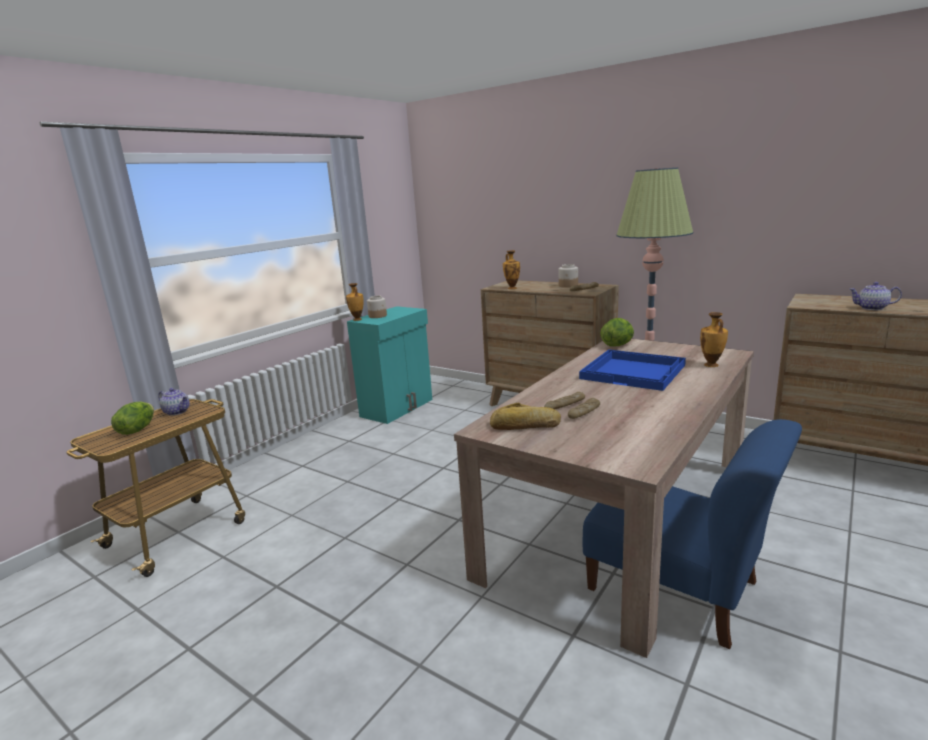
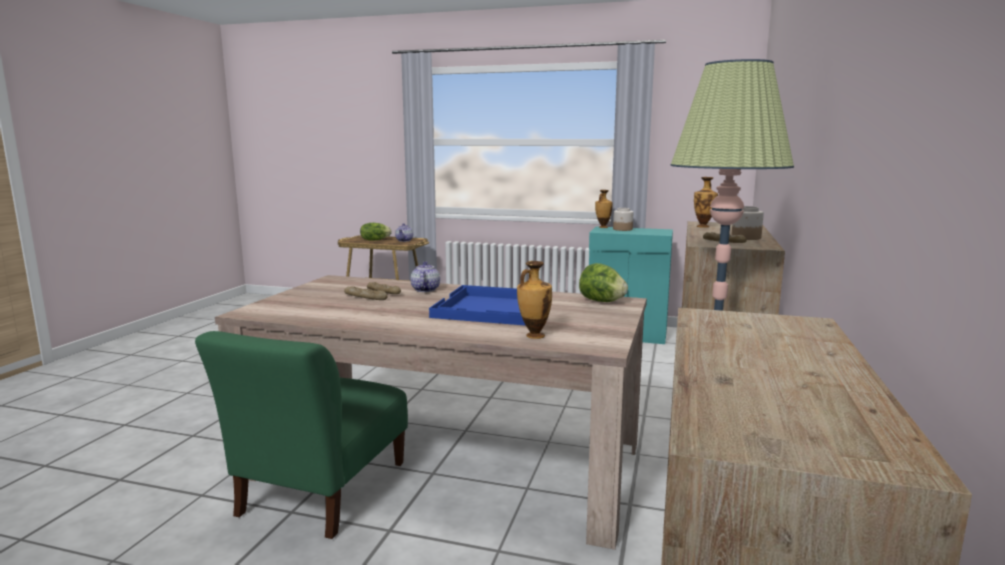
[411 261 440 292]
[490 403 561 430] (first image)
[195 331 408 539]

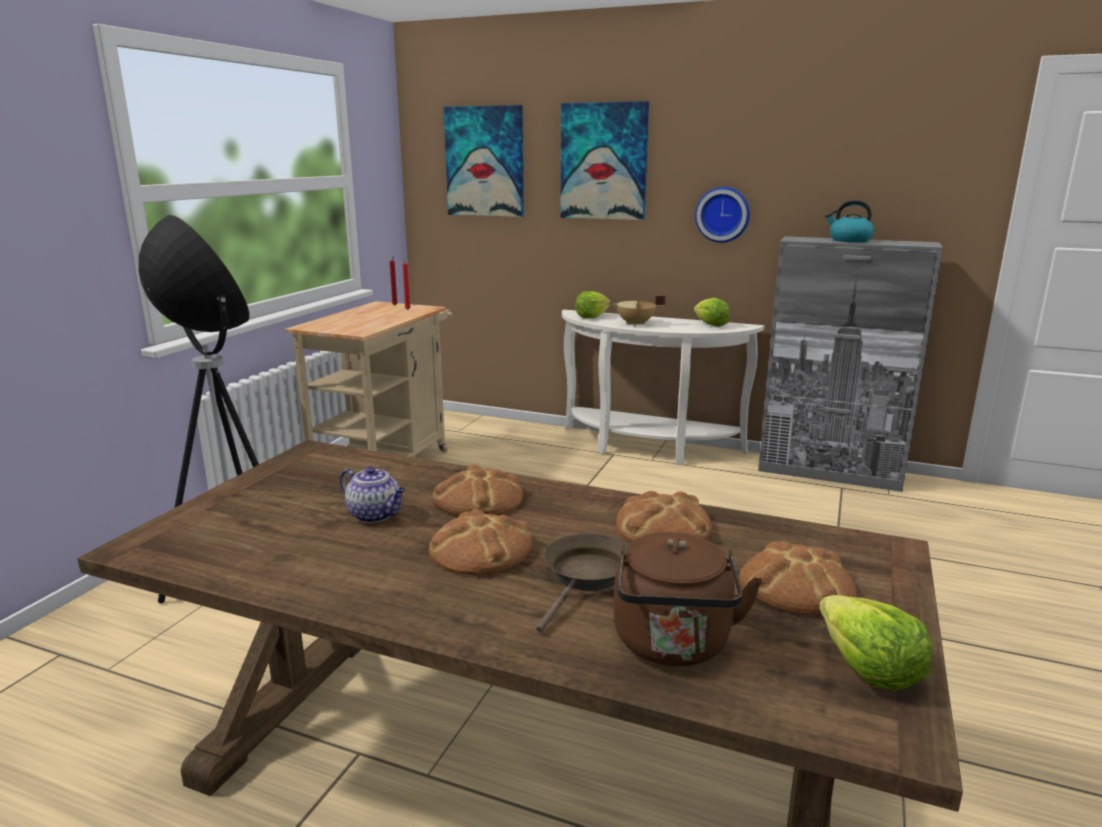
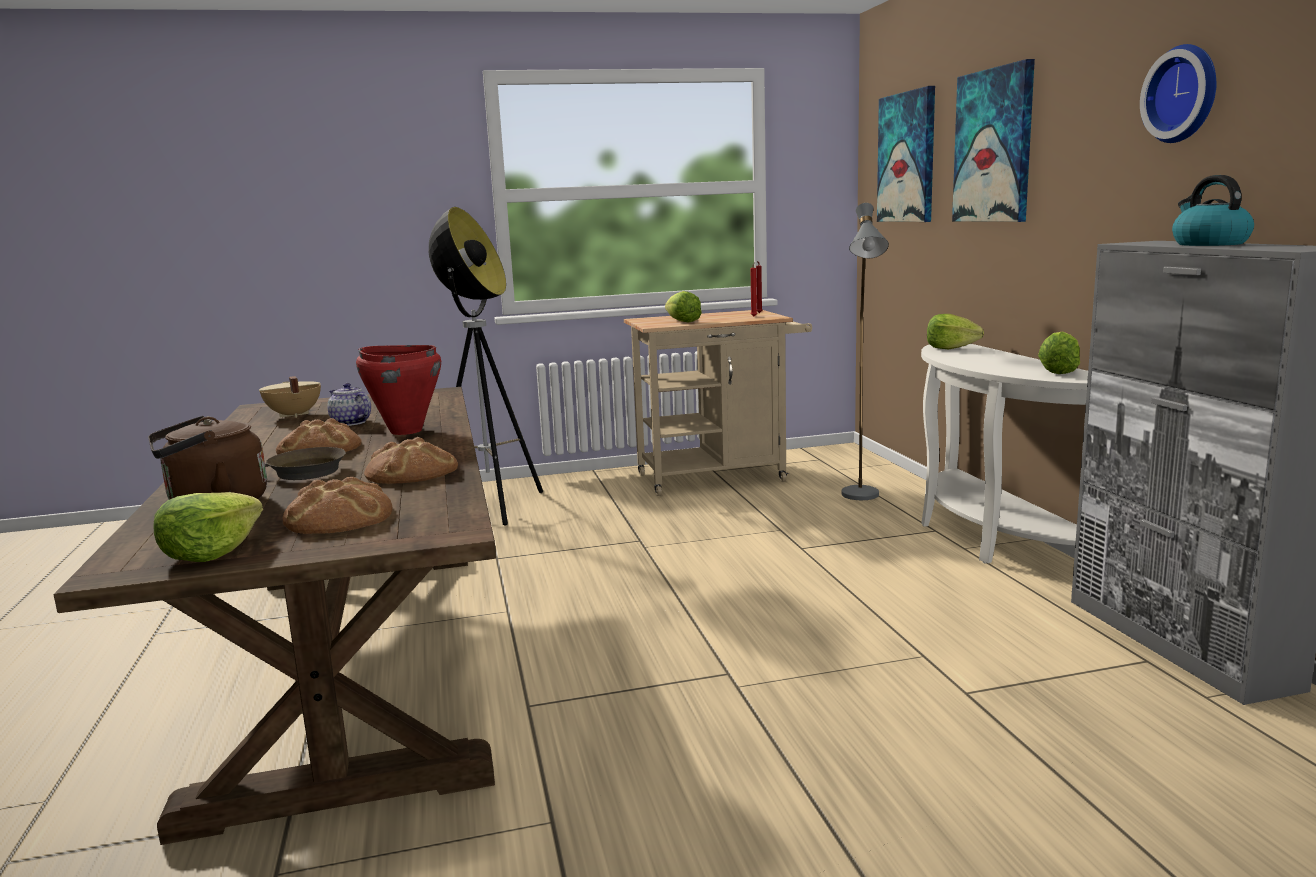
[1140 44 1216 143]
[259 376 321 418]
[356 345 441 435]
[327 383 371 426]
[841 203 889 500]
[665 291 702 323]

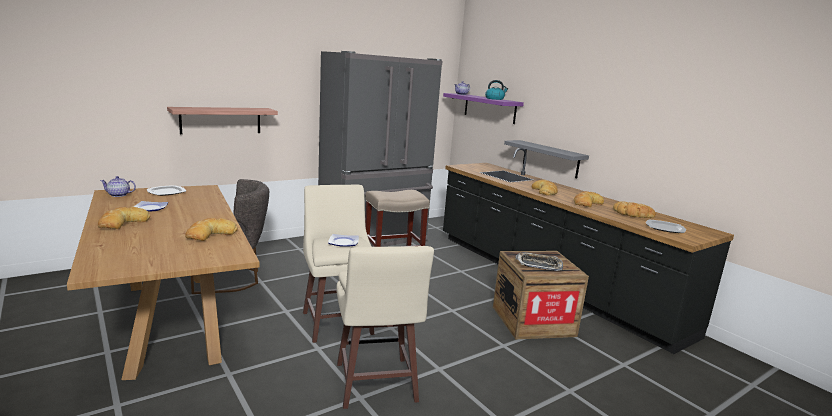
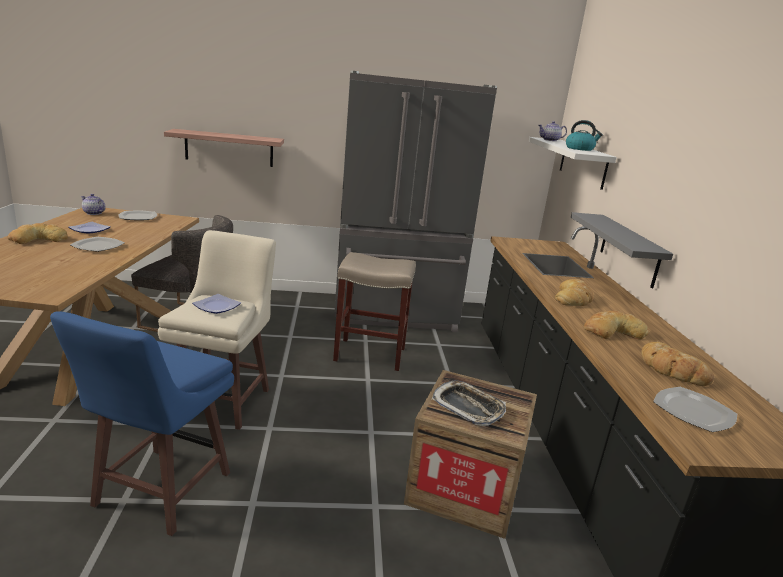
[529 137 617 190]
[185 218 238 241] (first image)
[50 311 234 536]
[70 237 125 252]

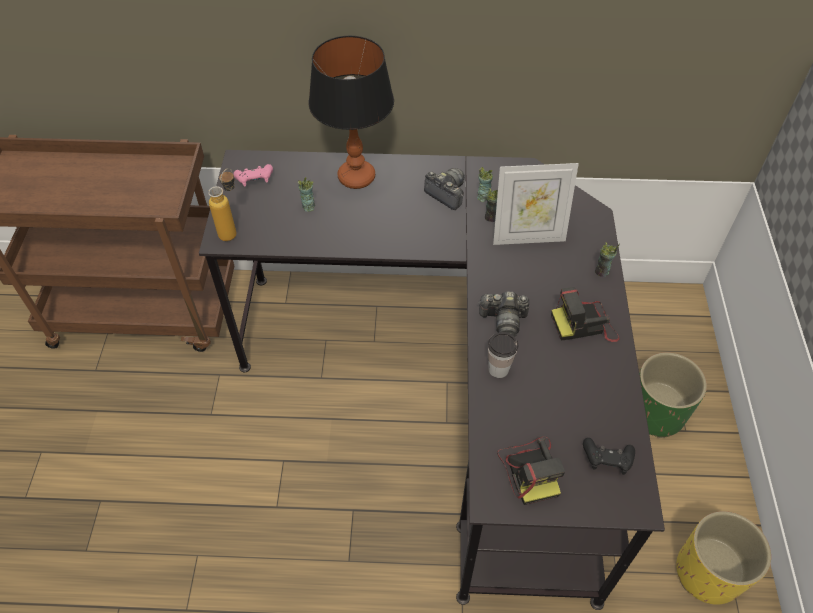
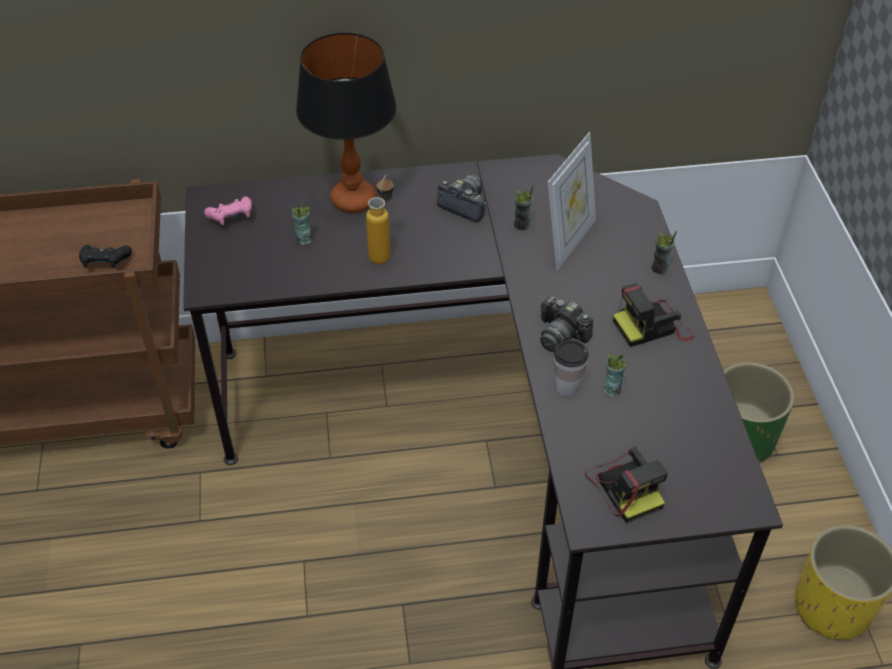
[548 132 596 271]
[603 353 626 397]
[366 175 393 264]
[540 295 593 352]
[79 245 132 268]

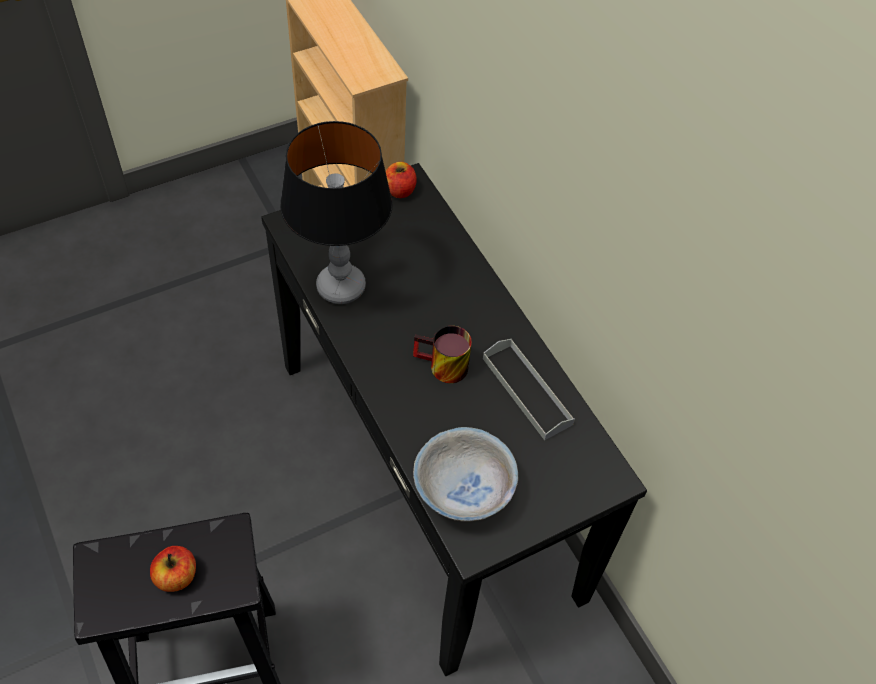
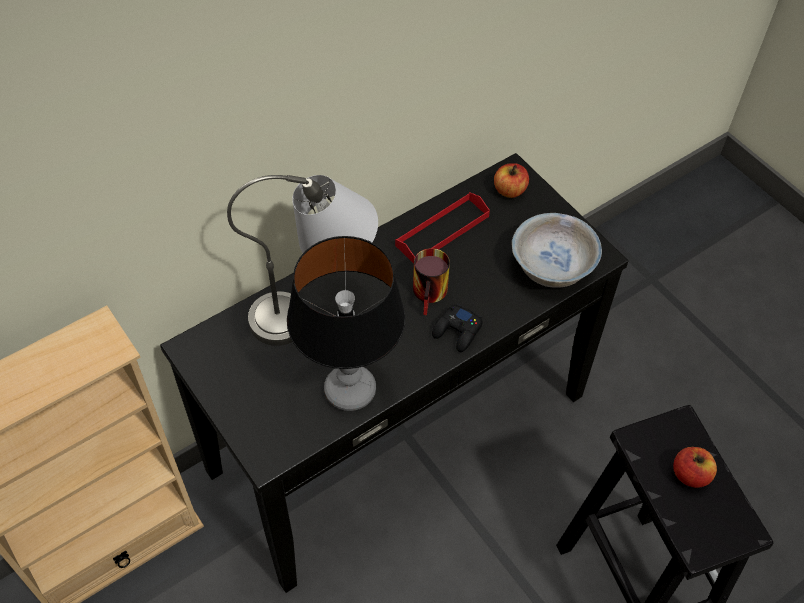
[494 163 529 198]
[395 192 490 264]
[227 175 378 346]
[432 304 482 352]

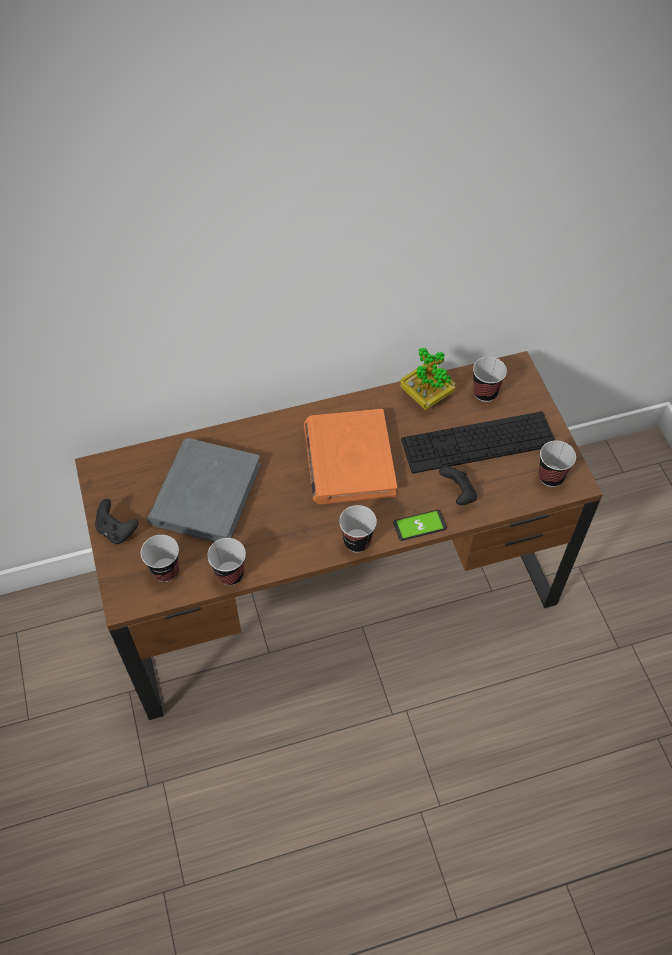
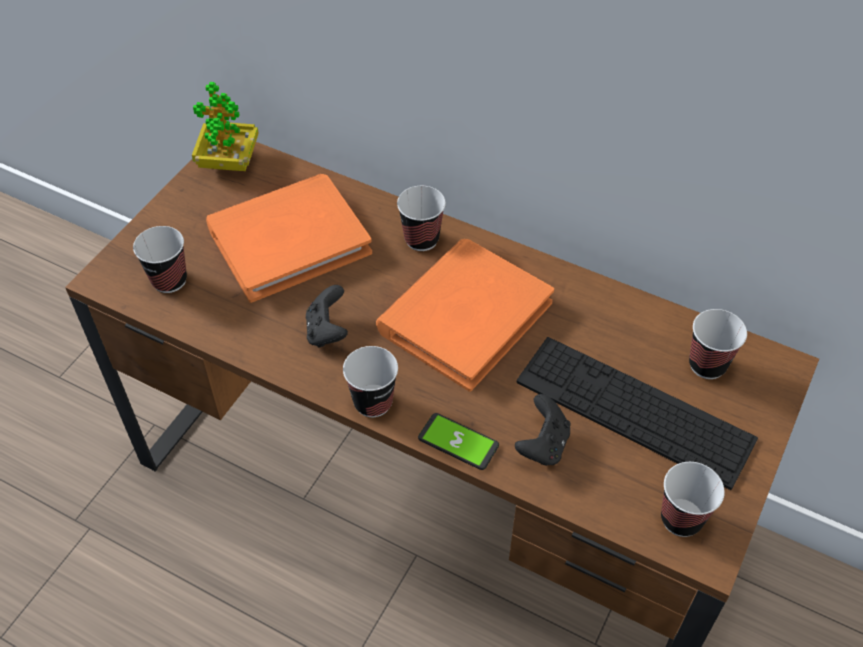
[192 82 259 171]
[206 174 372 303]
[306 285 348 348]
[397 186 446 251]

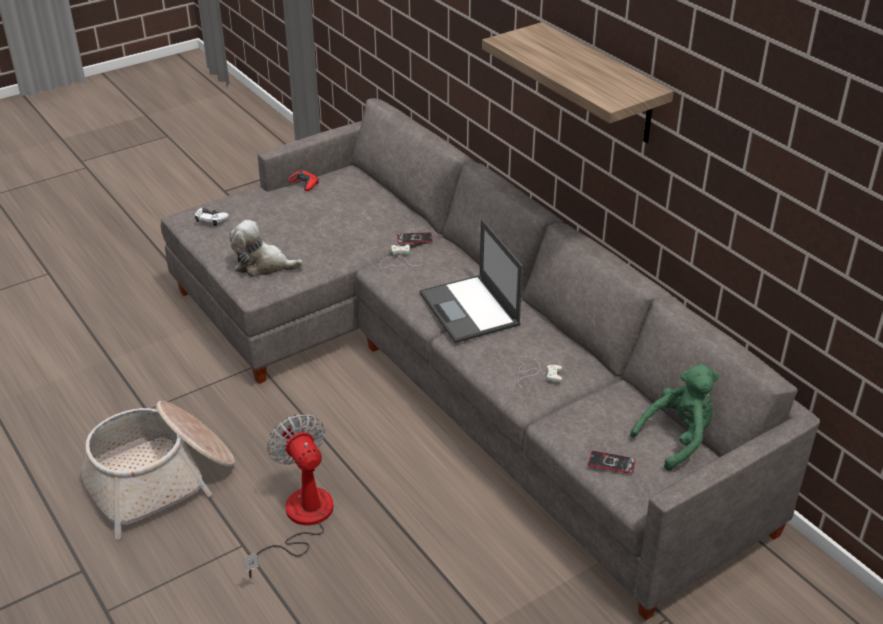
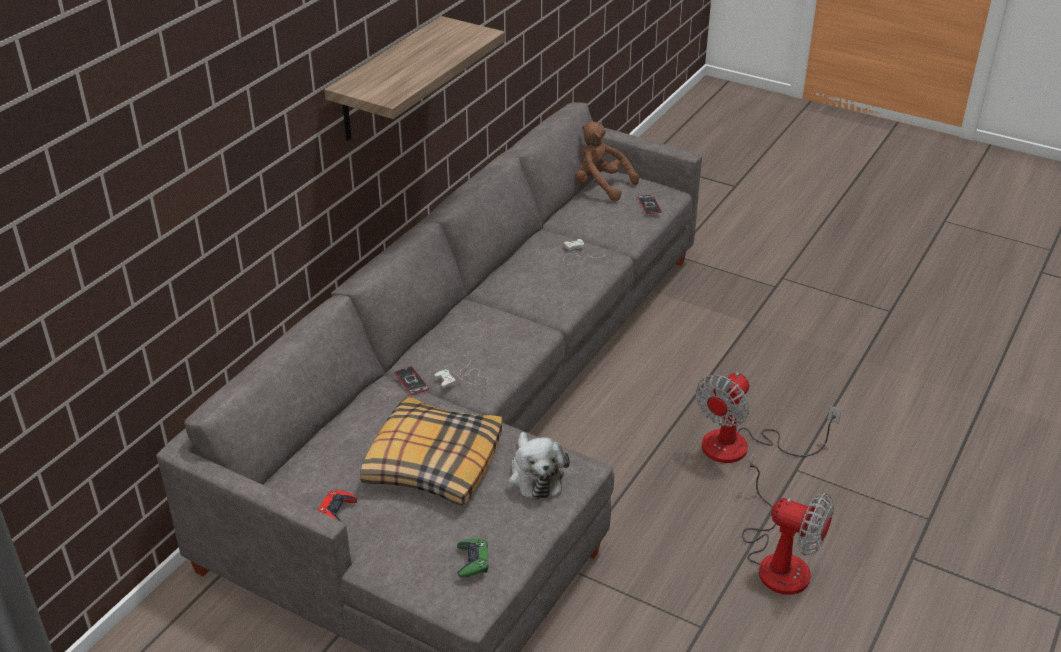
[457 539 489 578]
[420 219 523 343] (first image)
[575 122 639 201]
[742 453 834 595]
[360 397 502 506]

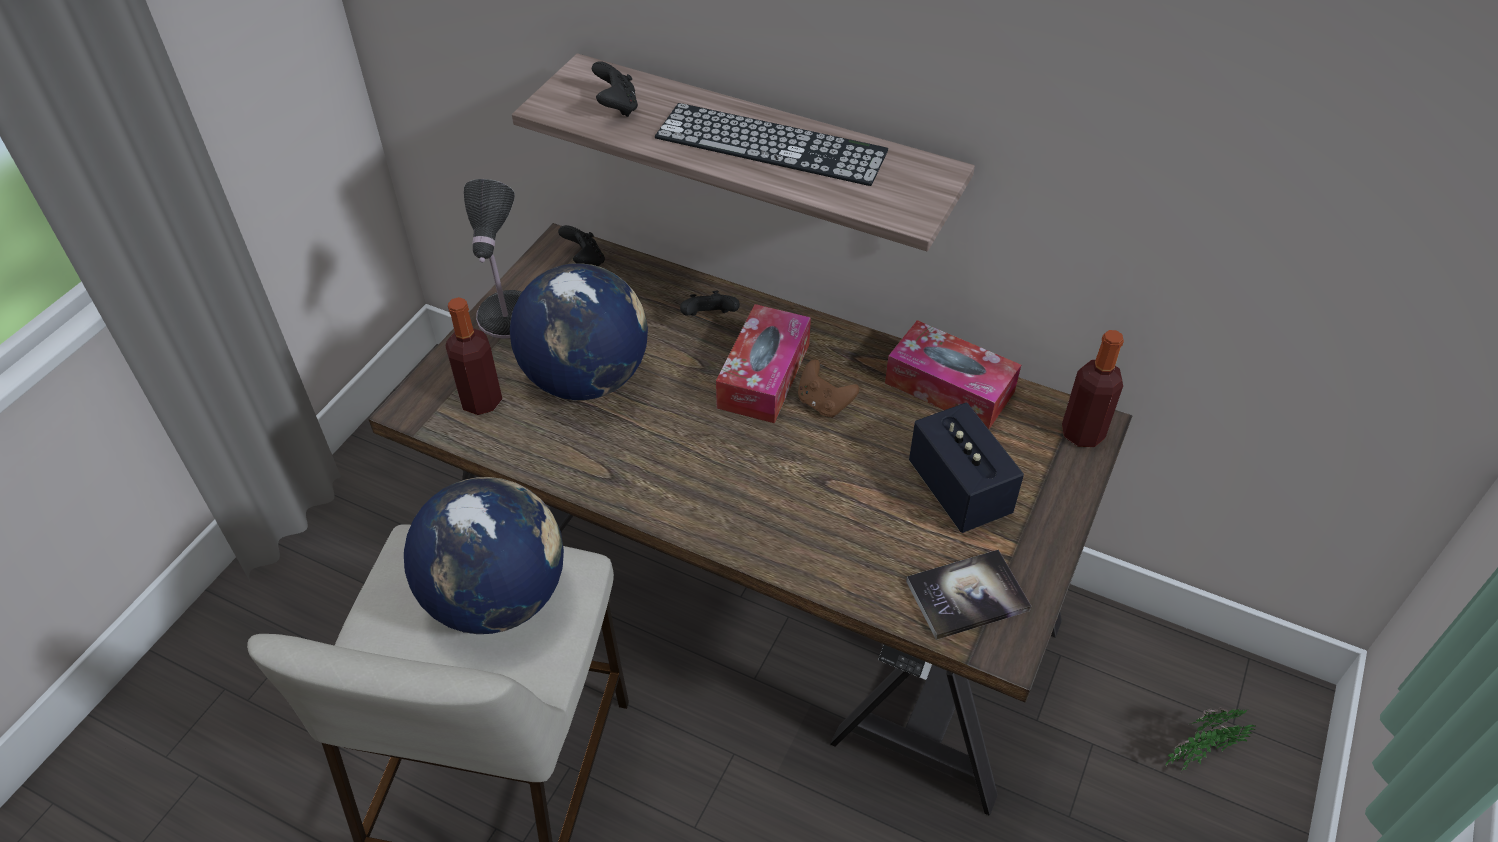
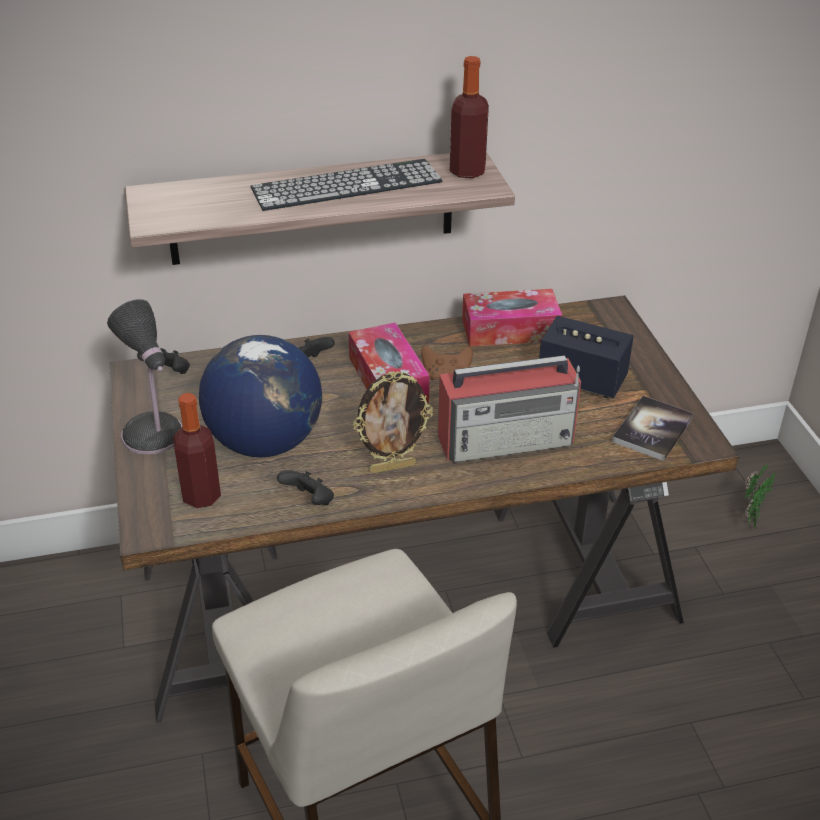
[277 470 334 505]
[450 56 489 178]
[404 477 564 634] (first image)
[438 355 581 463]
[353 371 433 473]

